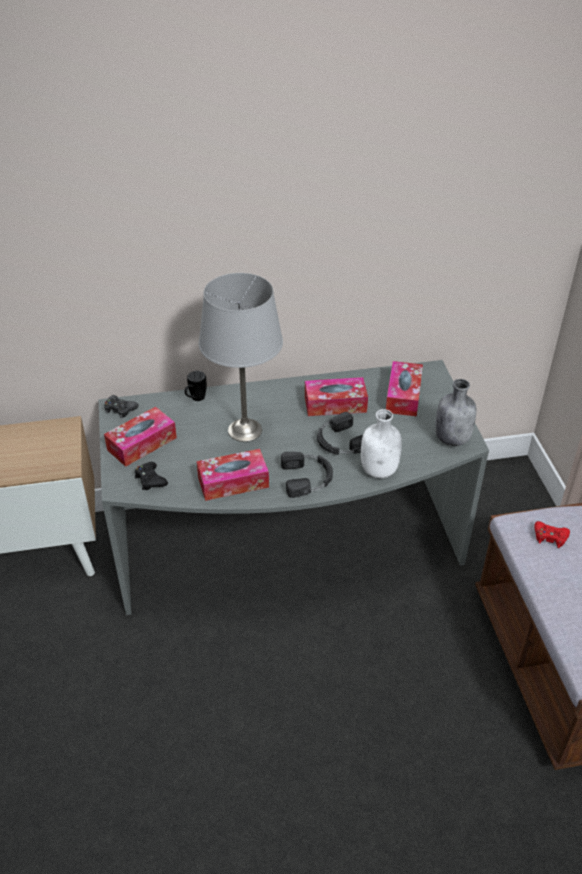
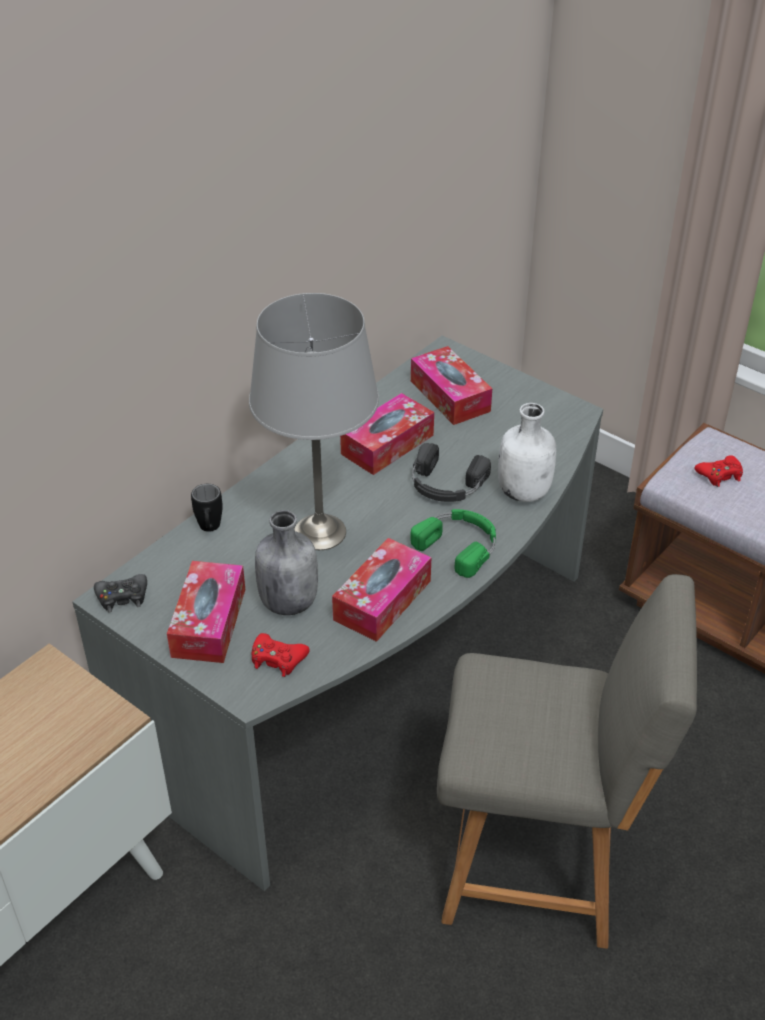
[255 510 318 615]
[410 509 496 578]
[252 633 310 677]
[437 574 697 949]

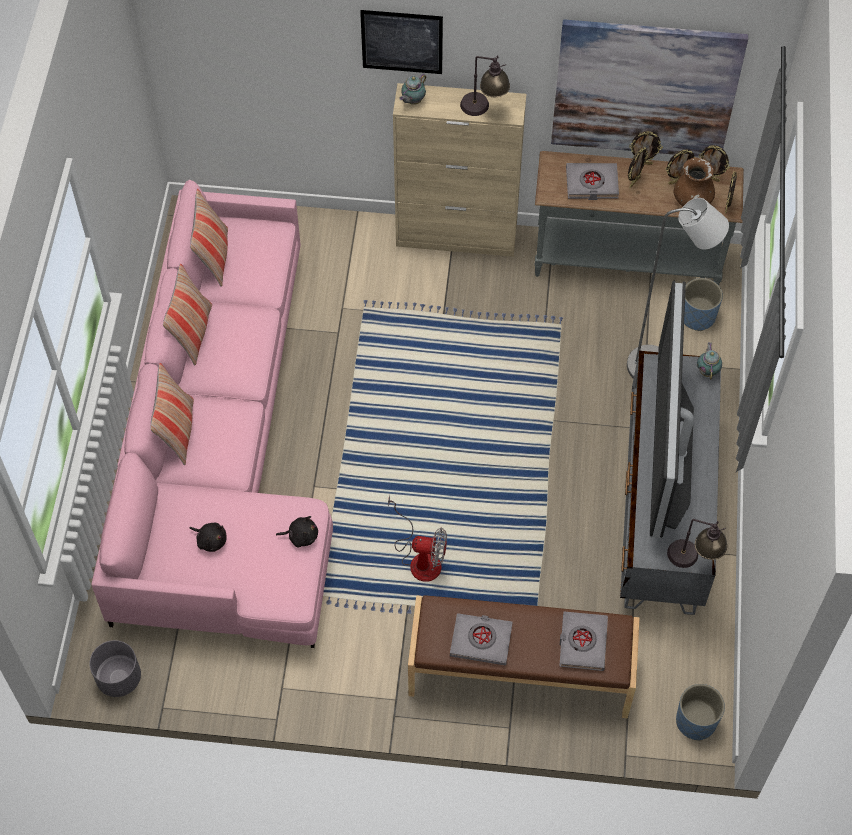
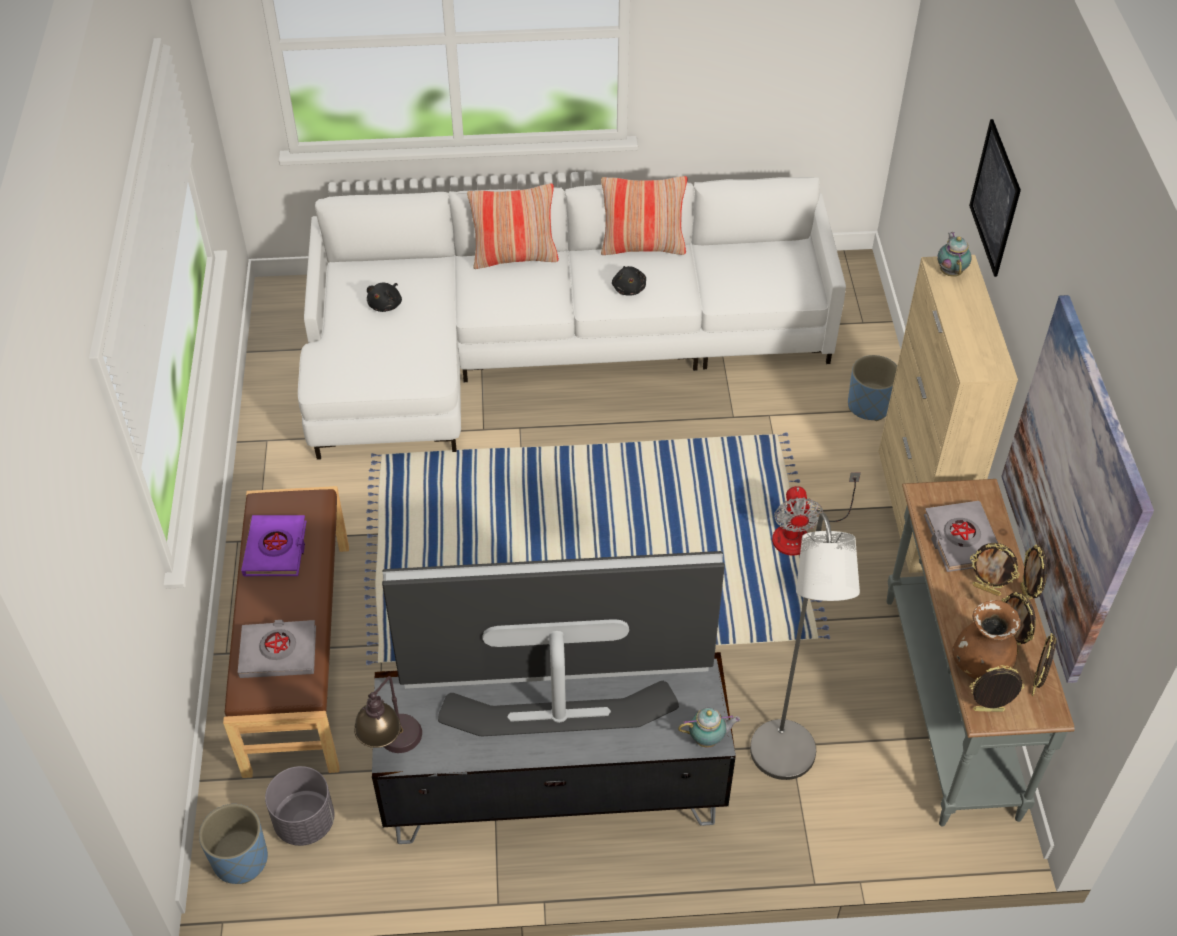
[460 55 510 116] (first image)
[937 232 972 277]
[298 177 846 460]
[190 189 228 287] (first image)
[848 355 897 421]
[772 472 861 556]
[612 266 646 295]
[241 515 307 576]
[265 766 334 846]

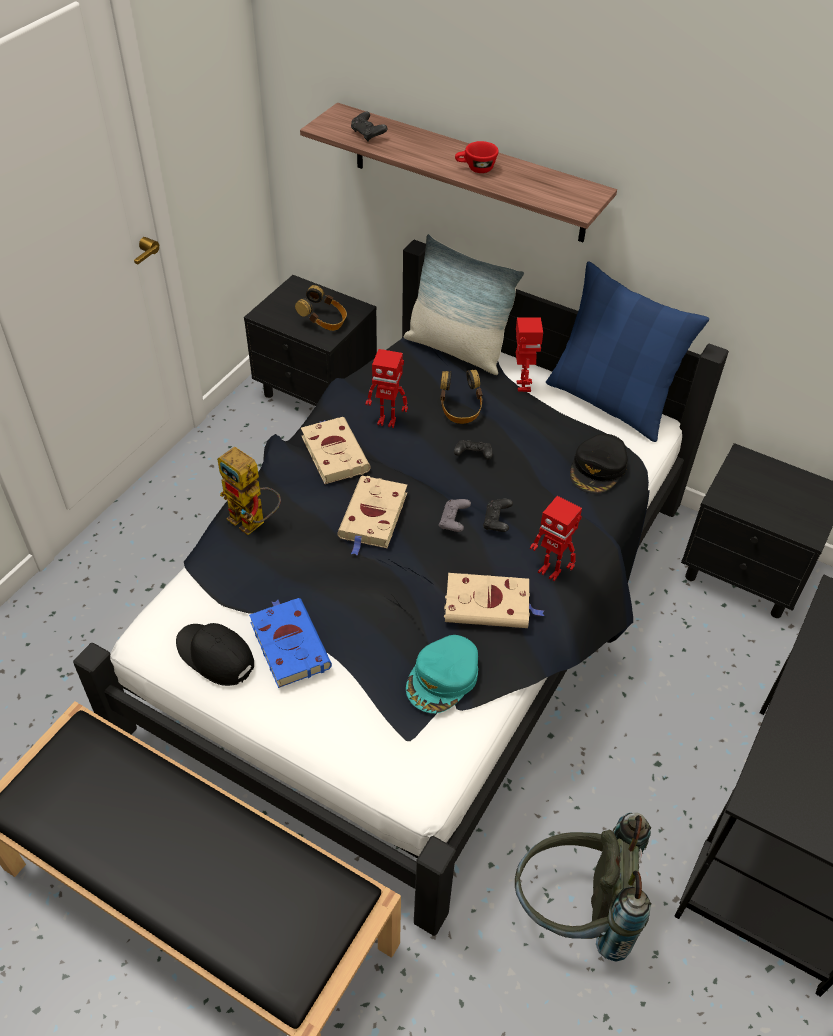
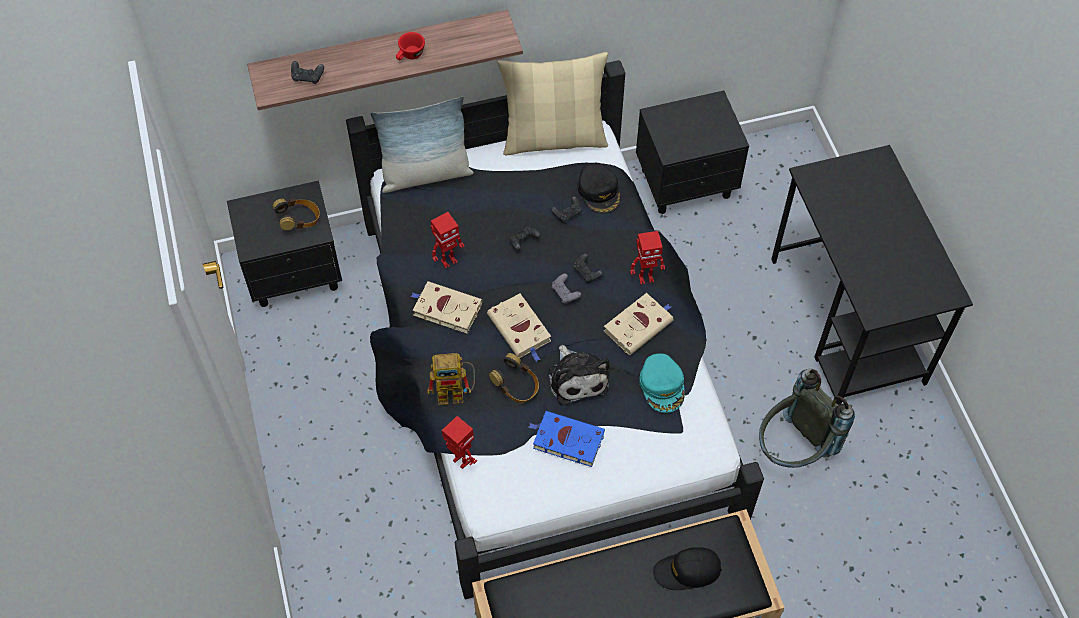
[497 52 608 155]
[442 416 477 469]
[489 353 539 403]
[653 547 722 590]
[551 196 582 223]
[548 345 610 405]

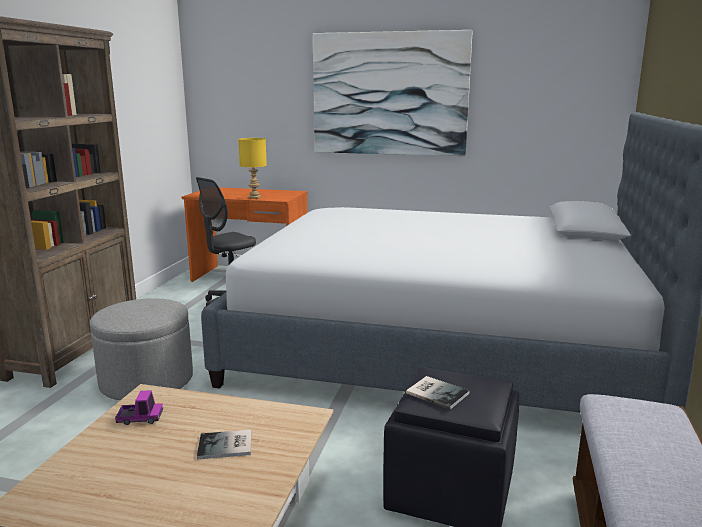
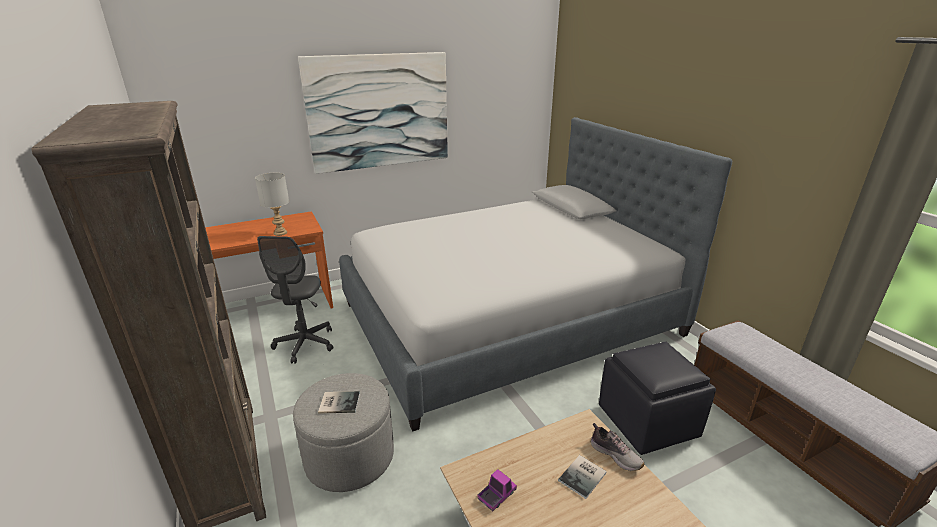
[255 173 289 236]
[318 391 360 414]
[591 423 645 471]

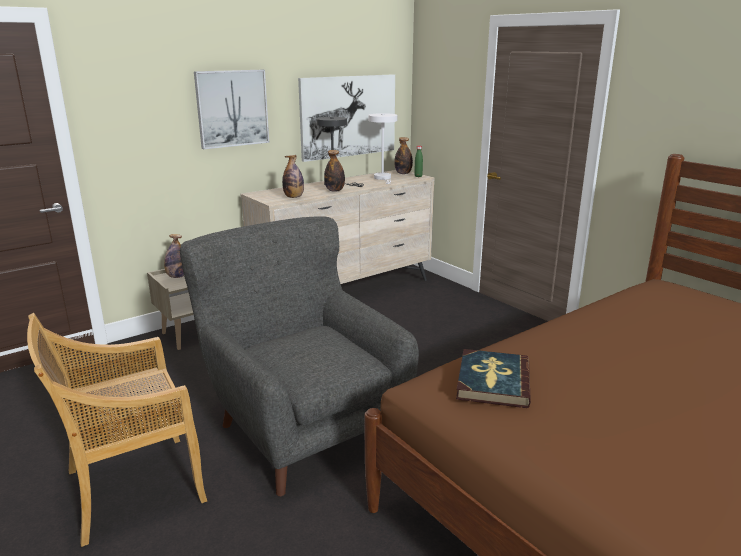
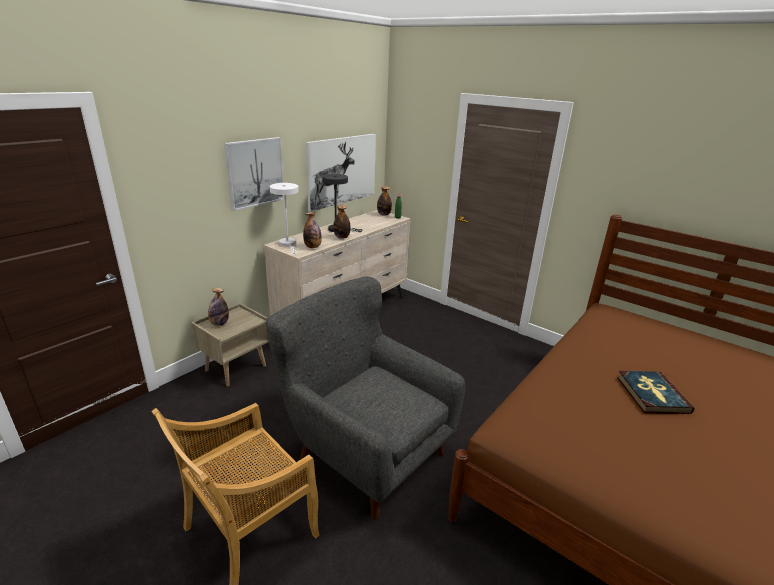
[270 183 299 254]
[617 371 694 414]

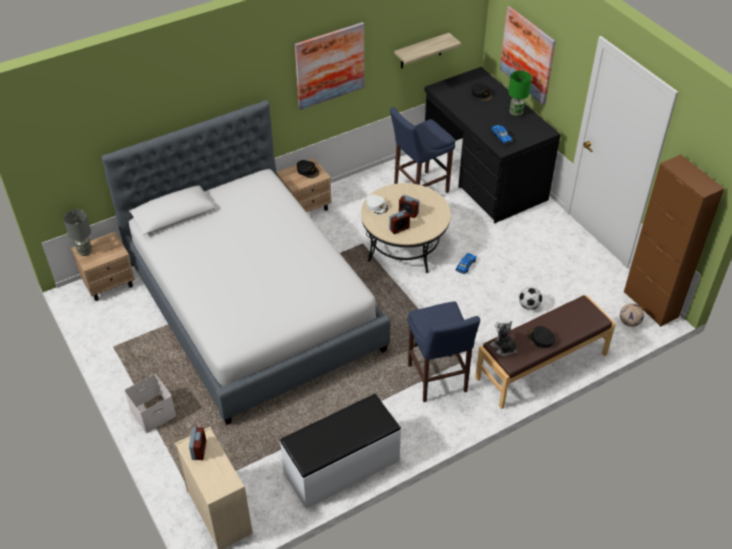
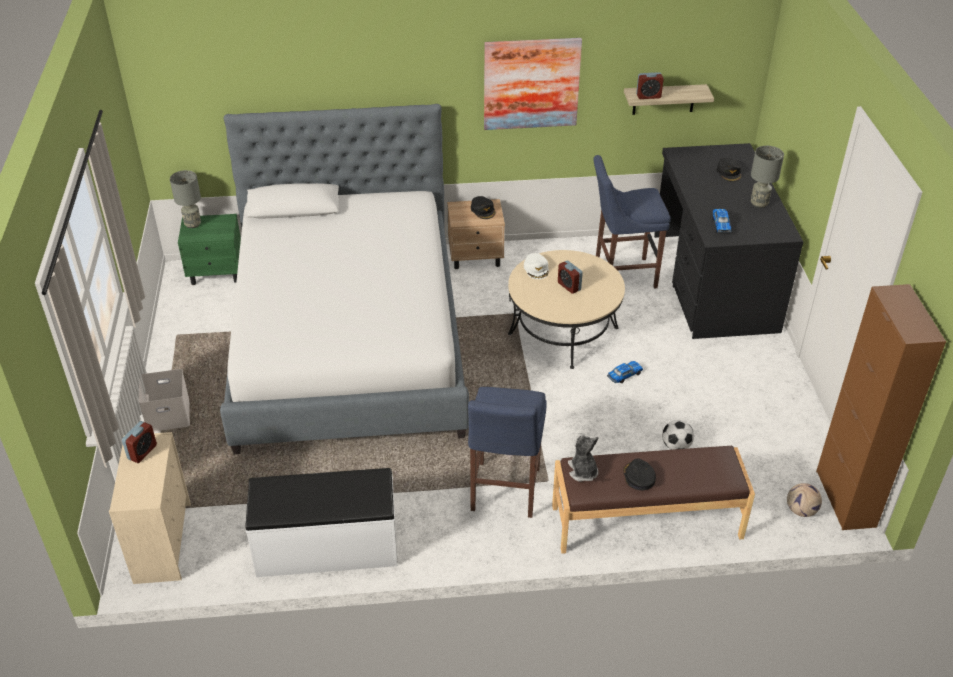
[500 6 556 105] (first image)
[751 146 784 208]
[636 72 664 99]
[178 214 241 285]

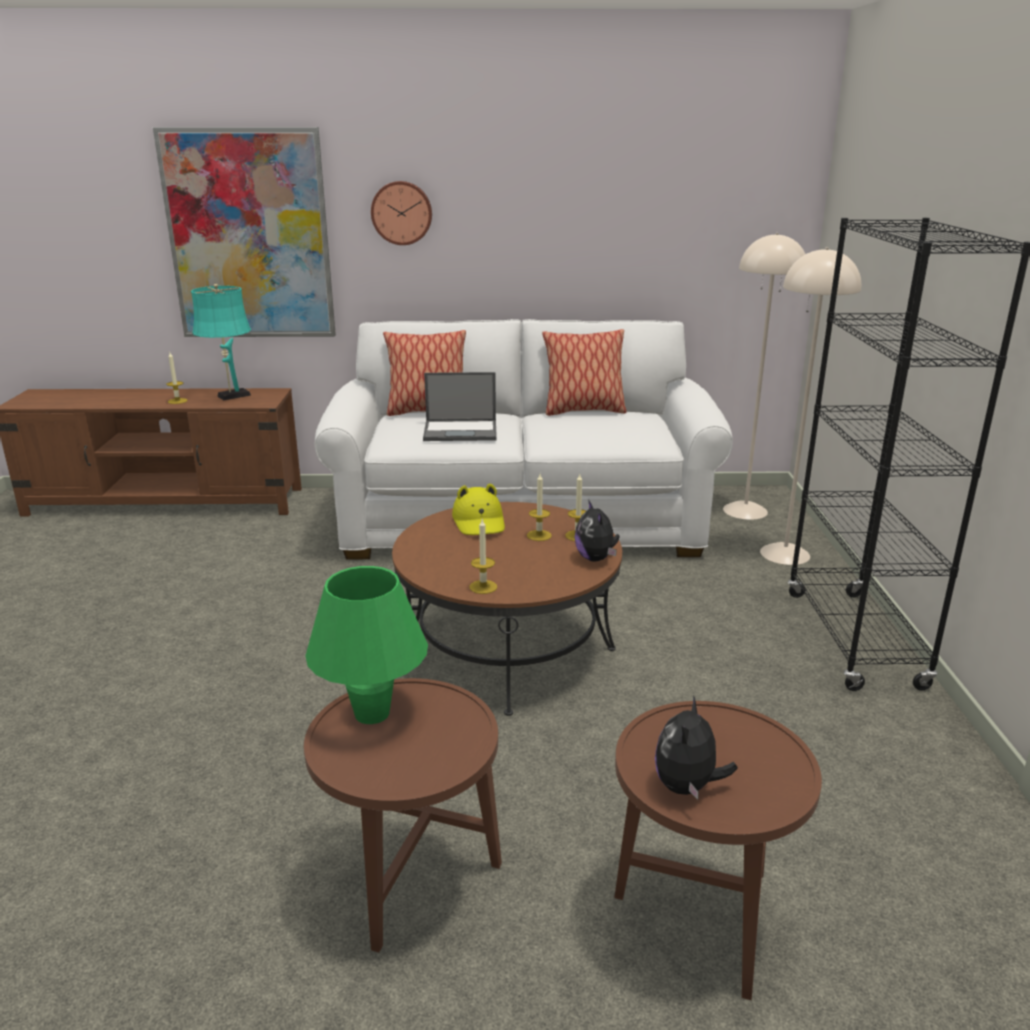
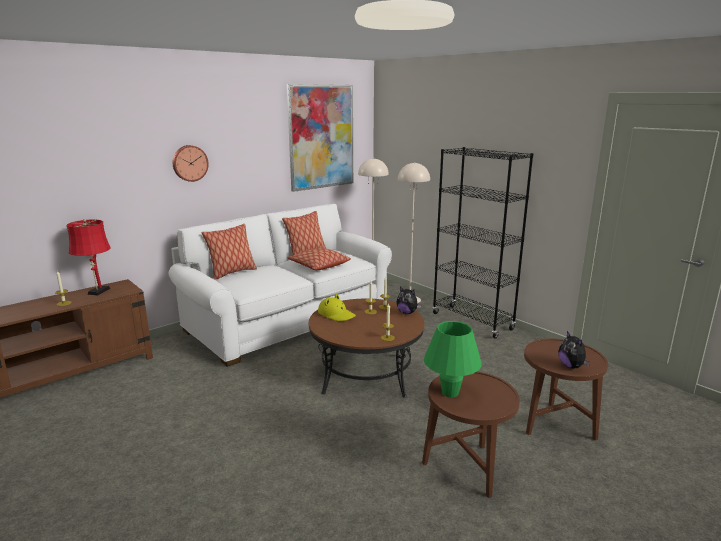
[287 84 353 192]
[67 219 111 295]
[423 372 497 441] (first image)
[288 247 351 270]

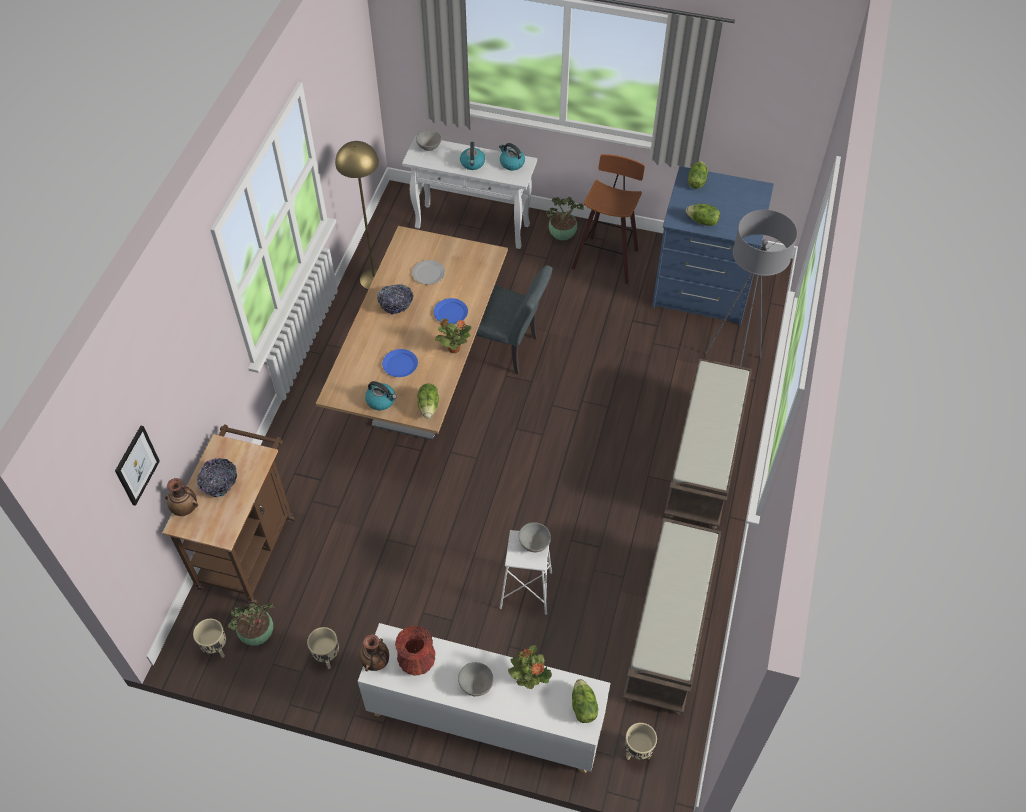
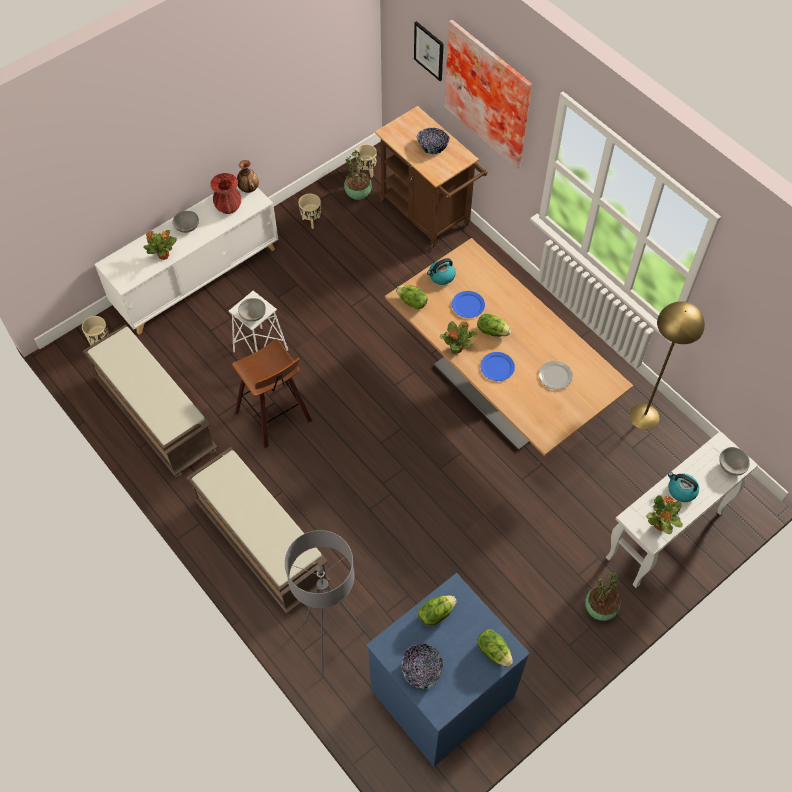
[646 495 683 534]
[232 339 312 448]
[476 265 553 374] (first image)
[401 644 444 689]
[165 478 198 516] (first image)
[477 313 511 337]
[444 20 532 169]

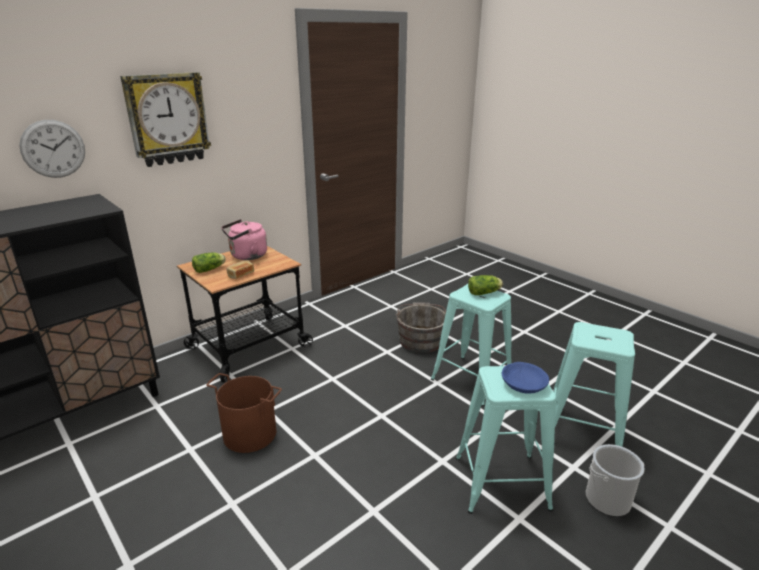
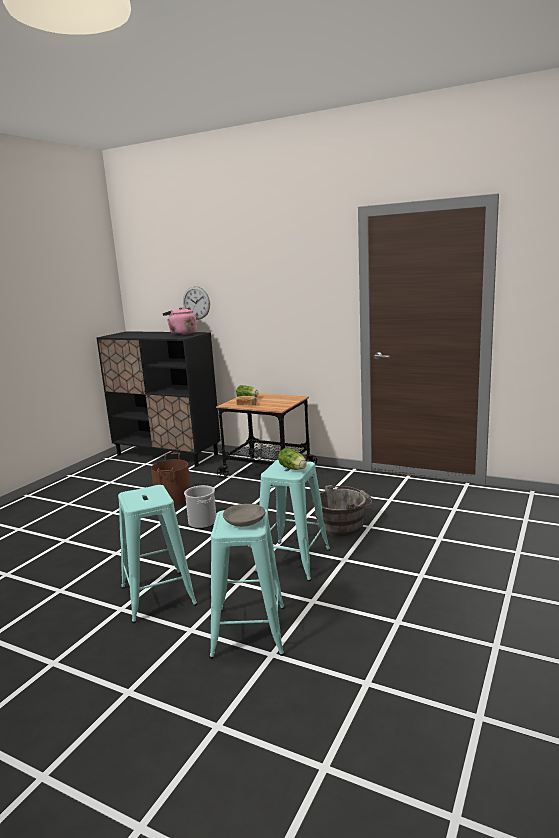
[120 72 211 167] (first image)
[163 307 197 335]
[502 362 549 394] (first image)
[184 485 216 529]
[223 504 265 527]

